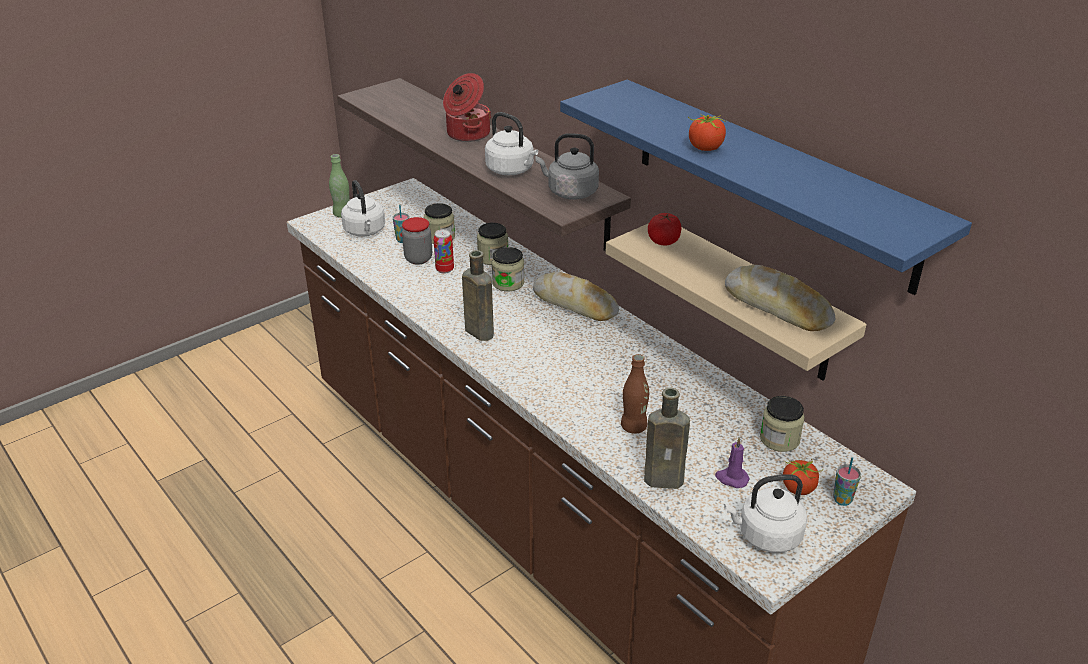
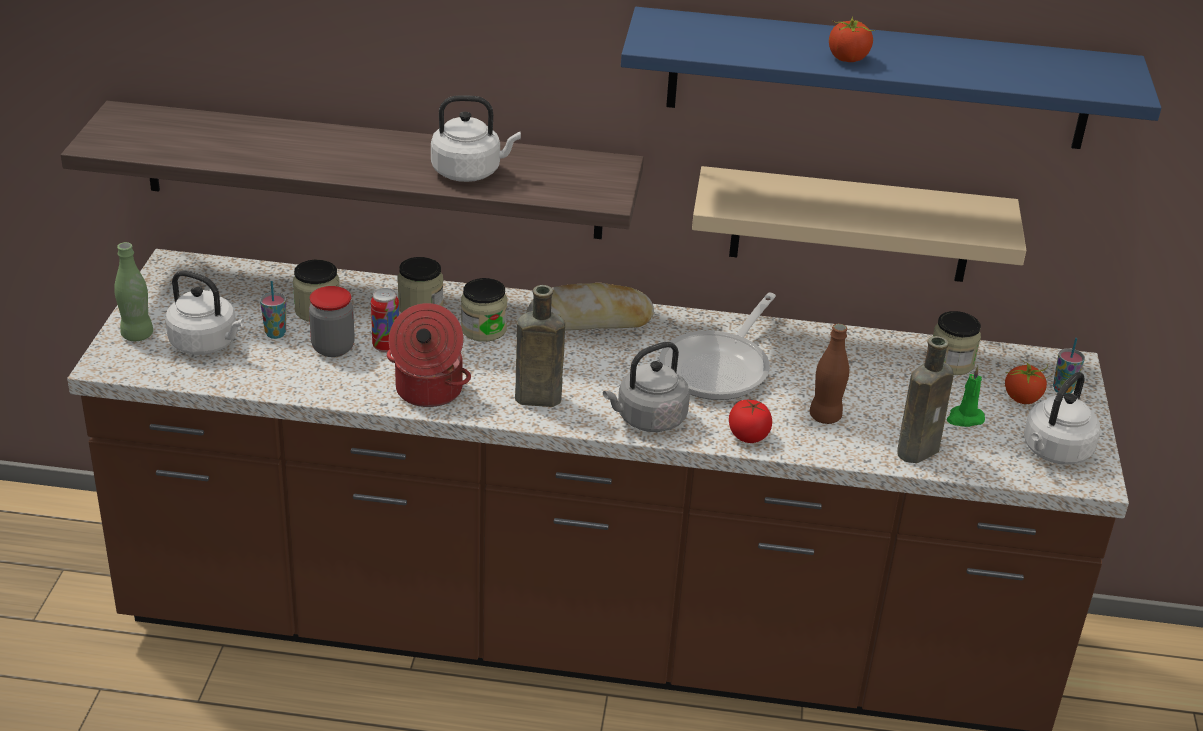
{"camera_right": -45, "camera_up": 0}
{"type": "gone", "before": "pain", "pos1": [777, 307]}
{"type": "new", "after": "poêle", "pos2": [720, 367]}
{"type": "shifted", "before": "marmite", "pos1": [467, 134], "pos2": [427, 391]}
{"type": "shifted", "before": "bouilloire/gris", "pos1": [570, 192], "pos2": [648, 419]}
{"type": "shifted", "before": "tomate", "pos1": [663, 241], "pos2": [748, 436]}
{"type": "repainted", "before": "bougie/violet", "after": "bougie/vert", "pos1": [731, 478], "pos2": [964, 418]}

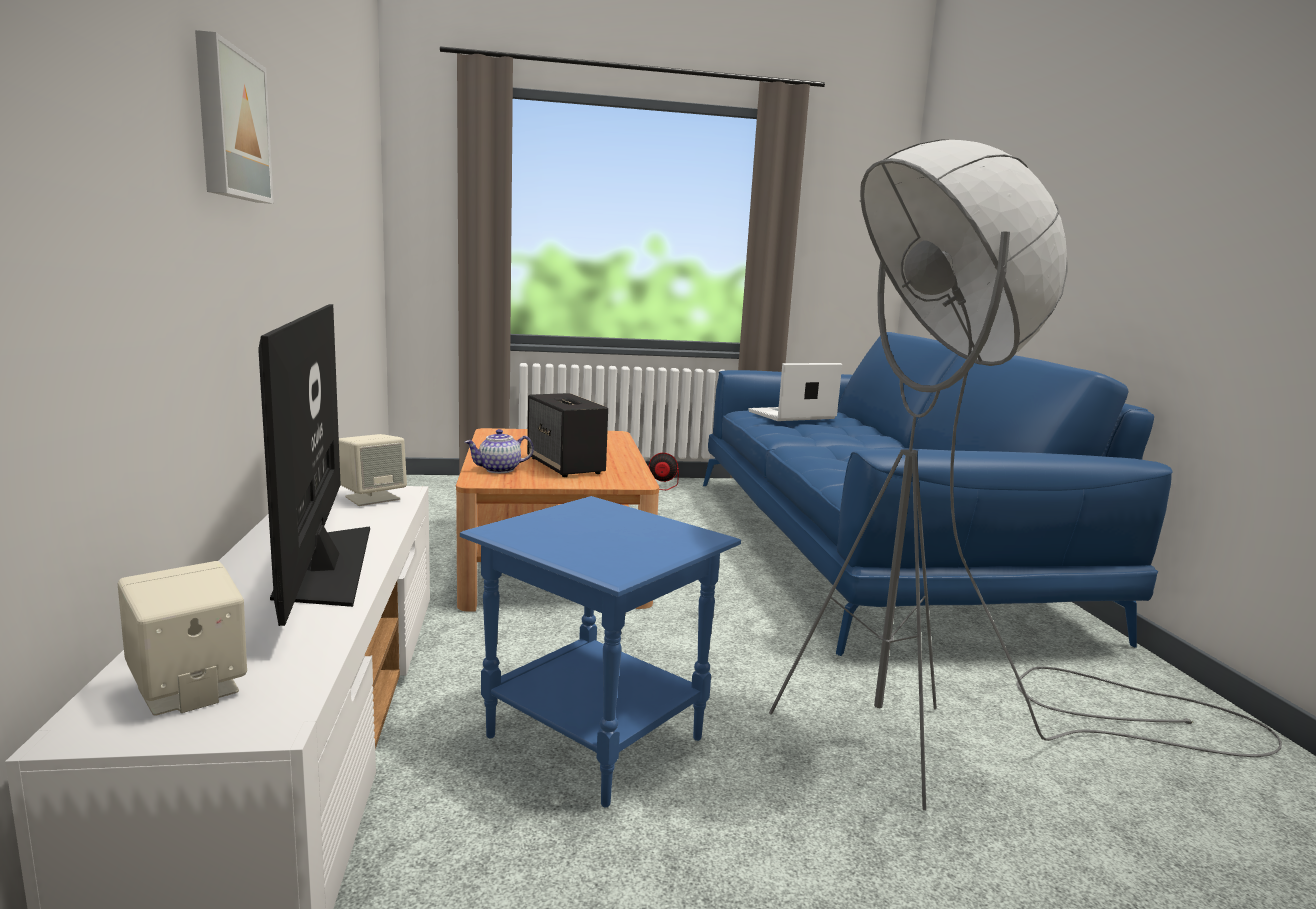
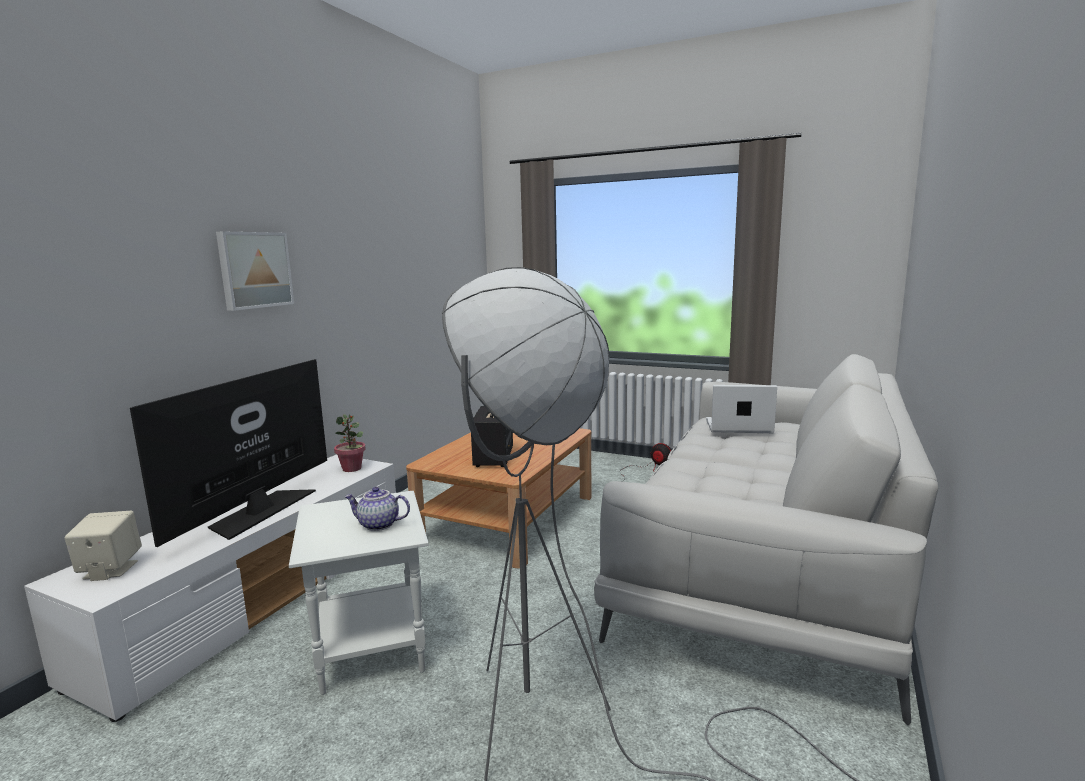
{"camera_right": 35, "camera_up": 0}
{"type": "shifted", "before": "théière", "pos1": [499, 470], "pos2": [378, 525]}
{"type": "swapped", "before": "enceinte/beige", "after": "plante en pot", "pos1": [372, 498], "pos2": [352, 468]}
{"type": "repainted", "before": "table d'appoint/bleu", "after": "table d'appoint/blanc", "pos1": [592, 737], "pos2": [371, 648]}
{"type": "repainted", "before": "canapé/bleu", "after": "canapé/blanc", "pos1": [869, 548], "pos2": [765, 555]}

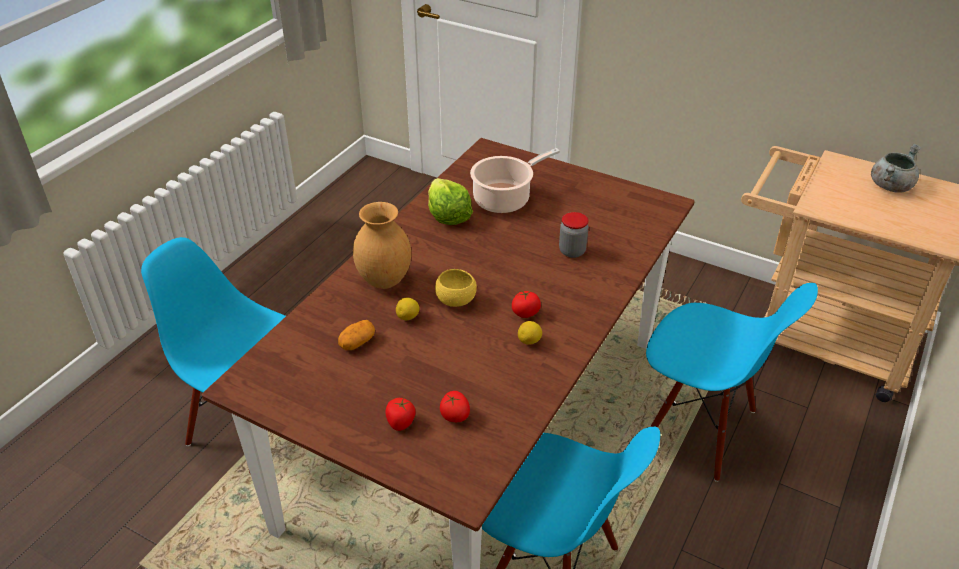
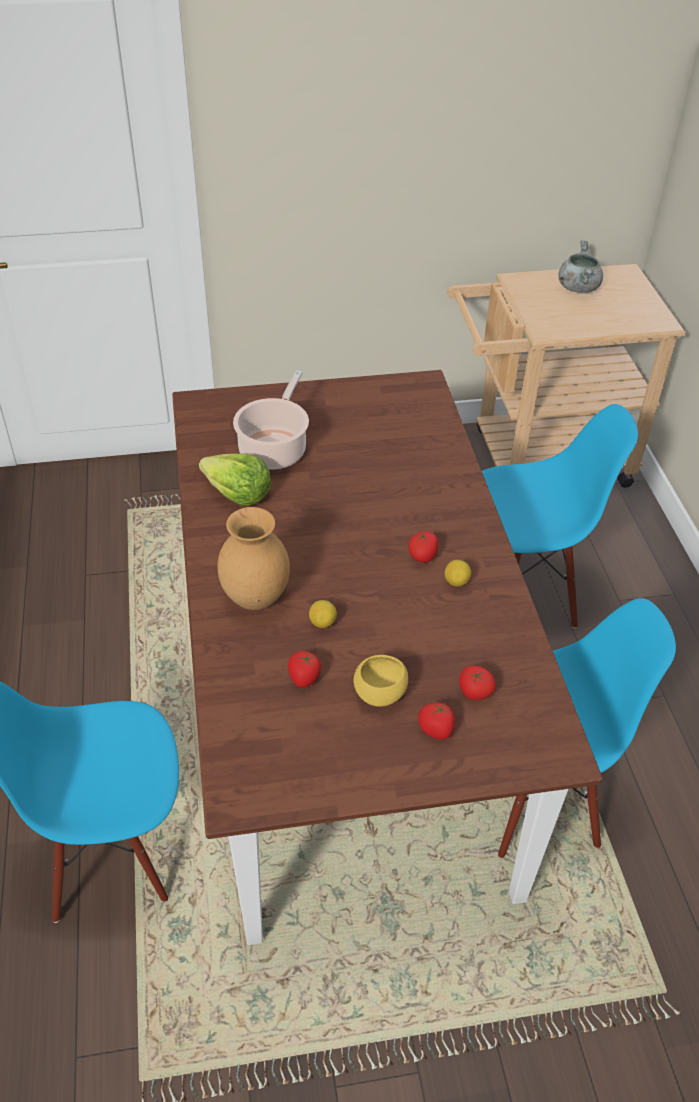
{"camera_right": -40, "camera_up": 5}
{"type": "gone", "before": "bocal", "pos1": [572, 251]}
{"type": "shifted", "before": "bol/jaune", "pos1": [456, 301], "pos2": [380, 694]}
{"type": "swapped", "before": "pomme de terre", "after": "tomate", "pos1": [357, 343], "pos2": [304, 678]}

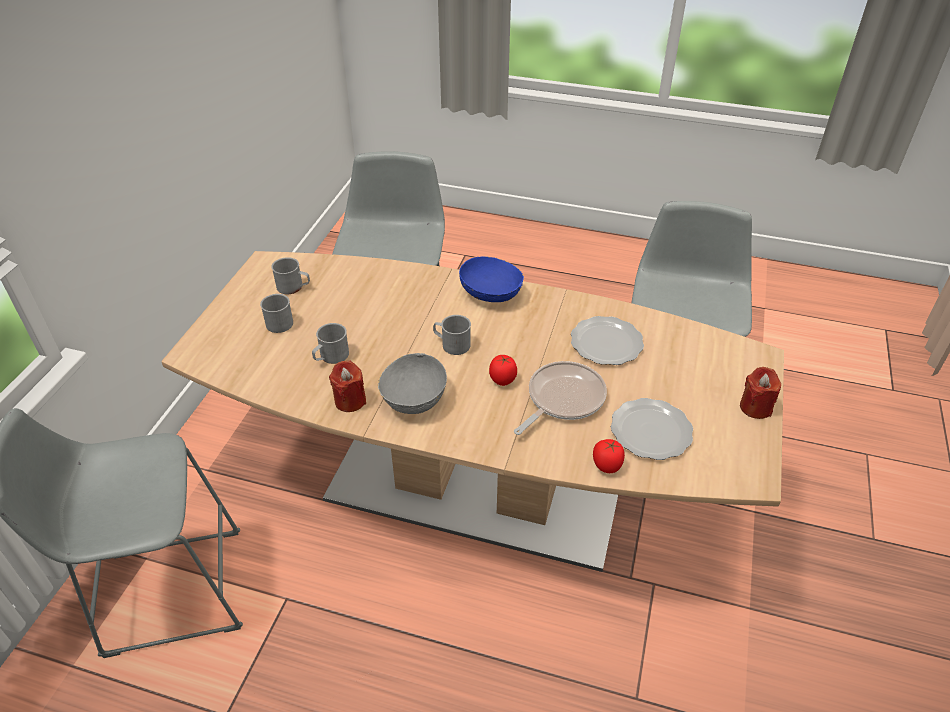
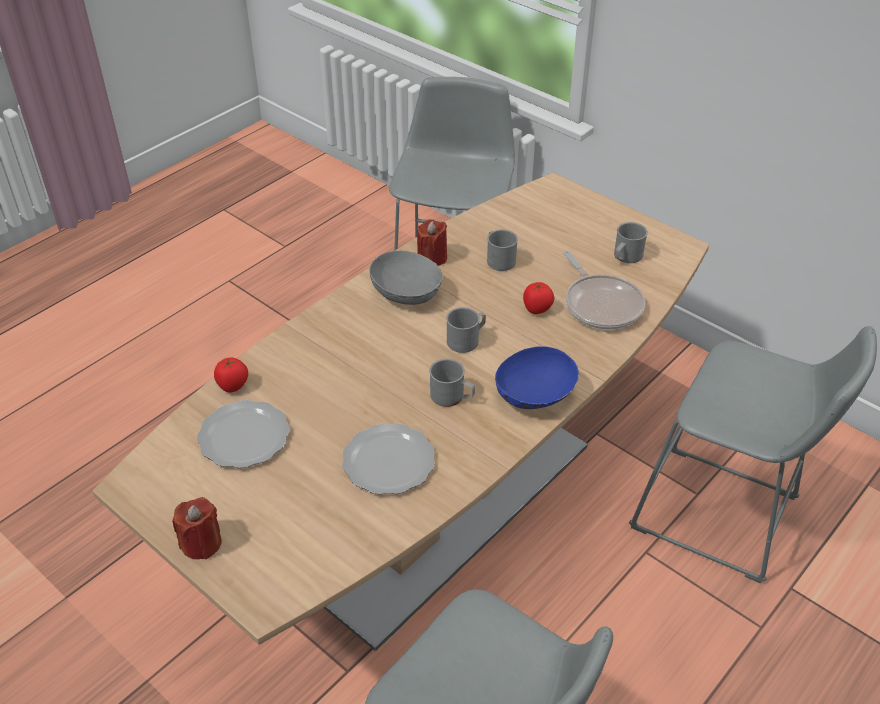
{"camera_right": 115, "camera_up": 0}
{"type": "shifted", "before": "mug/gris", "pos1": [280, 321], "pos2": [452, 397]}
{"type": "shifted", "before": "tomate", "pos1": [502, 380], "pos2": [537, 309]}
{"type": "shifted", "before": "poêle", "pos1": [562, 399], "pos2": [601, 304]}

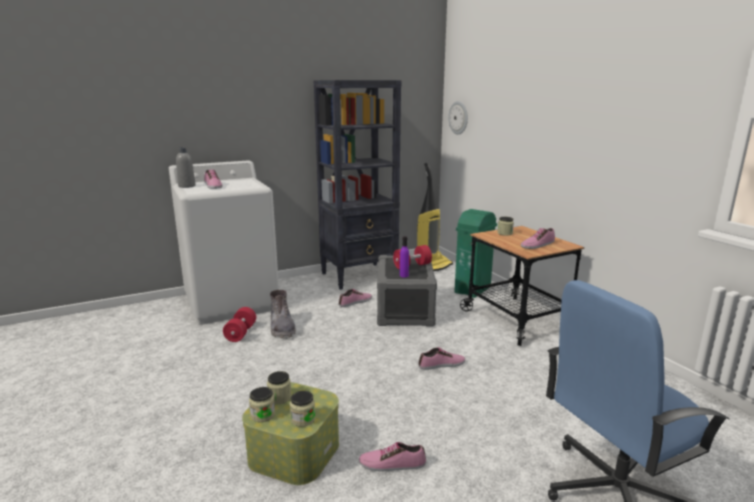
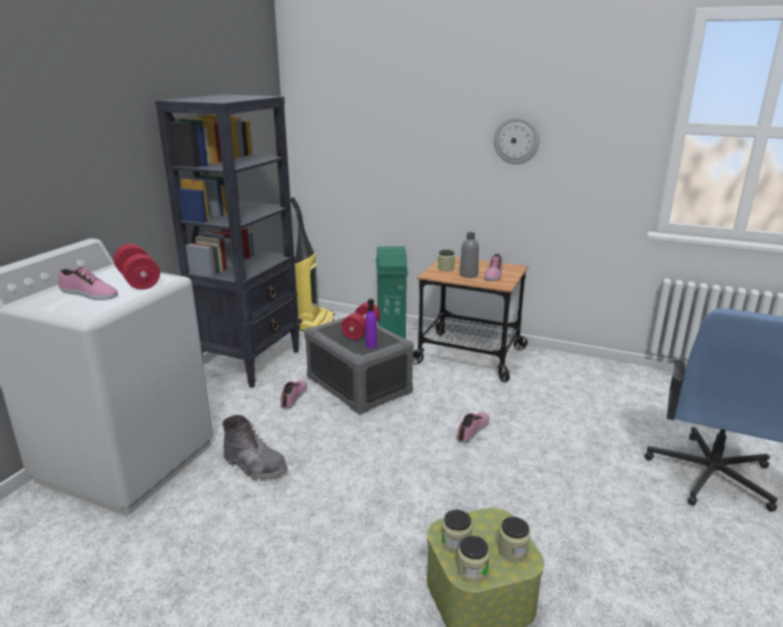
{"camera_right": -40, "camera_up": 5}
{"type": "gone", "before": "chaussure", "pos1": [392, 463]}
{"type": "shifted", "before": "bouteille/gris", "pos1": [187, 186], "pos2": [468, 275]}
{"type": "shifted", "before": "haltère/rouge", "pos1": [241, 333], "pos2": [139, 281]}
{"type": "shifted", "before": "horloge murale", "pos1": [458, 118], "pos2": [516, 140]}

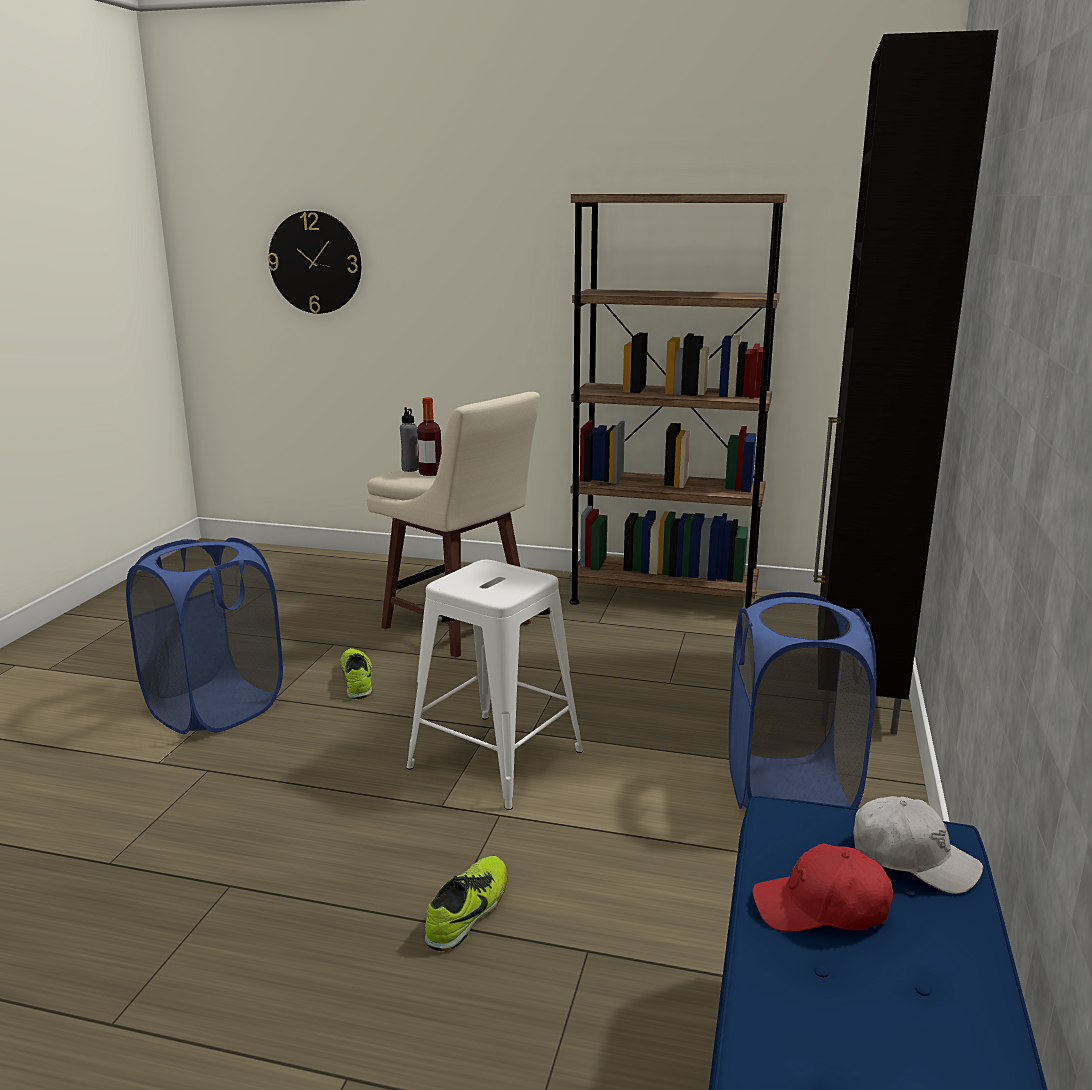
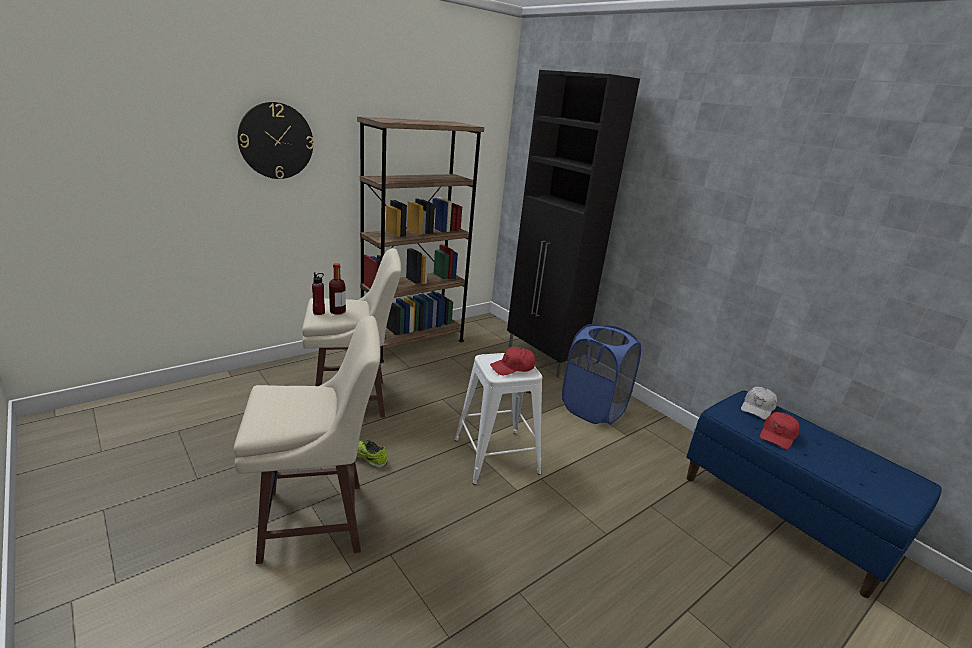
{"camera_right": -55, "camera_up": 5}
{"type": "gone", "before": "chaussure", "pos1": [469, 911]}
{"type": "new", "after": "casquette/rouge", "pos2": [512, 368]}
{"type": "shifted", "before": "horloge murale", "pos1": [315, 262], "pos2": [276, 141]}
{"type": "swapped", "before": "panier à linge/bleu", "after": "tabouret/beige", "pos1": [215, 709], "pos2": [317, 521]}
{"type": "repainted", "before": "bouteille/gris", "after": "bouteille/rouge", "pos1": [410, 469], "pos2": [319, 312]}
{"type": "rotated", "before": "casquette/blanc", "pos1": [912, 859], "pos2": [757, 408], "turn": 150}

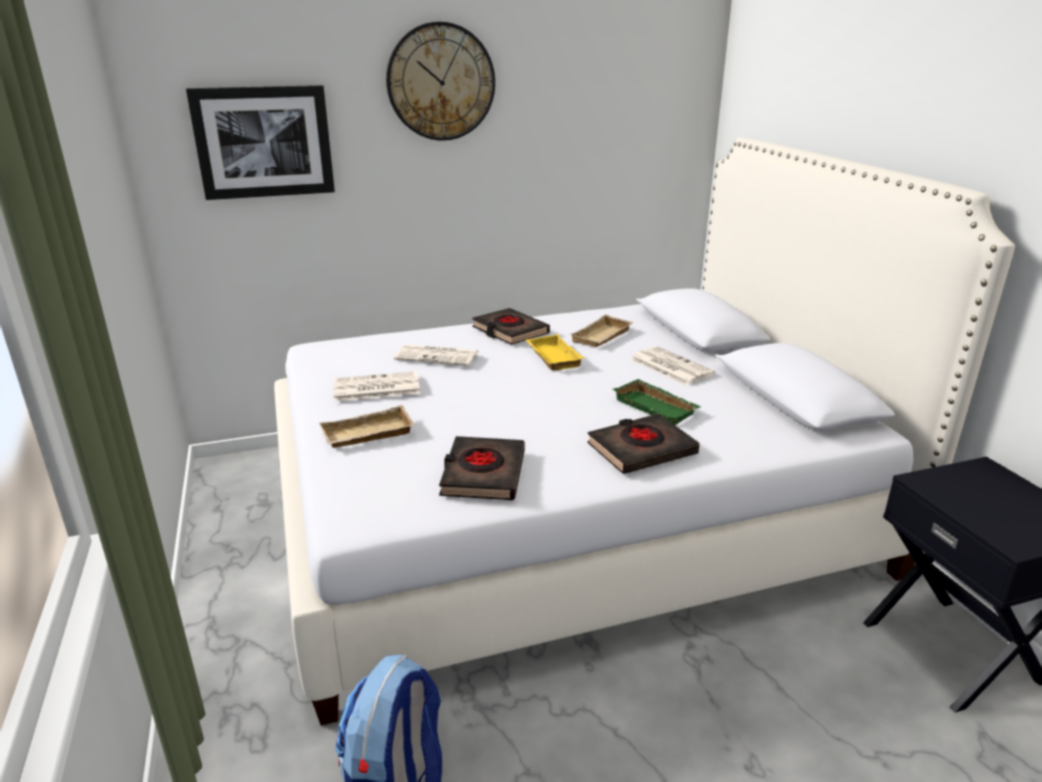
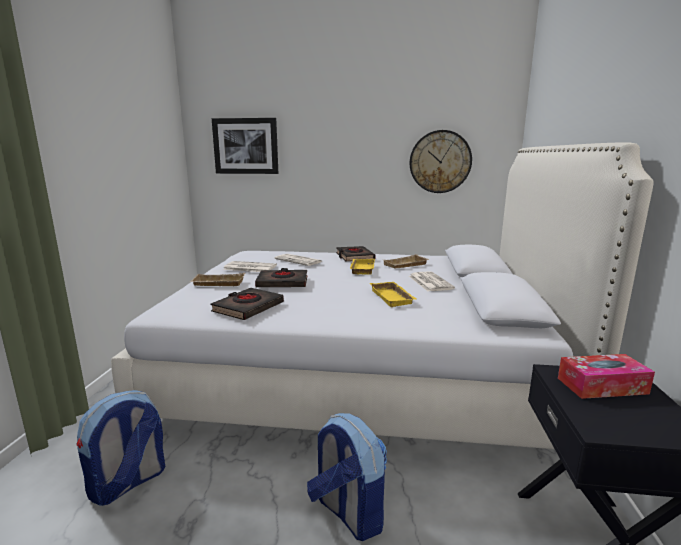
{"camera_right": 25, "camera_up": -10}
{"type": "new", "after": "sac à dos", "pos2": [348, 512]}
{"type": "new", "after": "boîte à mouchoirs", "pos2": [602, 386]}
{"type": "shifted", "before": "horloge murale", "pos1": [441, 82], "pos2": [440, 162]}
{"type": "shifted", "before": "livre/noir", "pos1": [641, 450], "pos2": [282, 282]}
{"type": "repainted", "before": "plateau/vert", "after": "plateau/jaune", "pos1": [657, 407], "pos2": [393, 297]}

